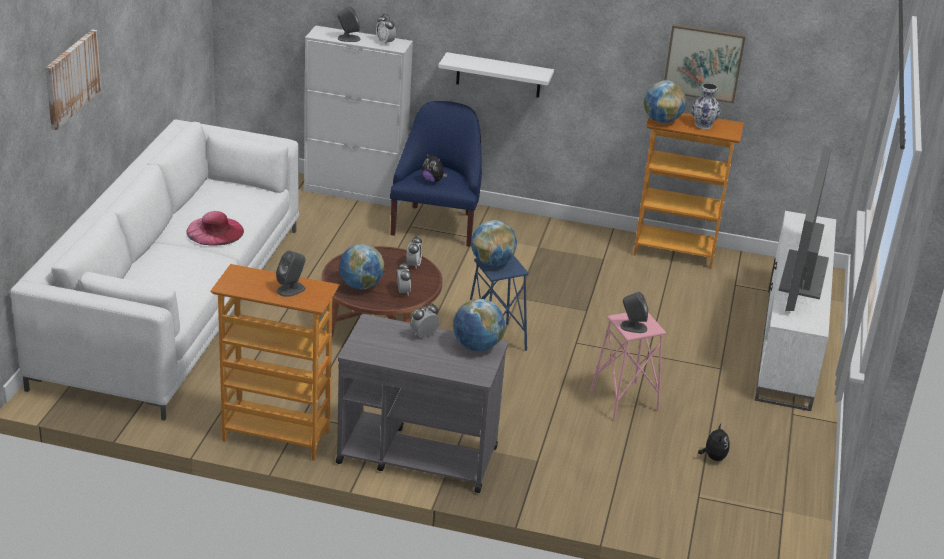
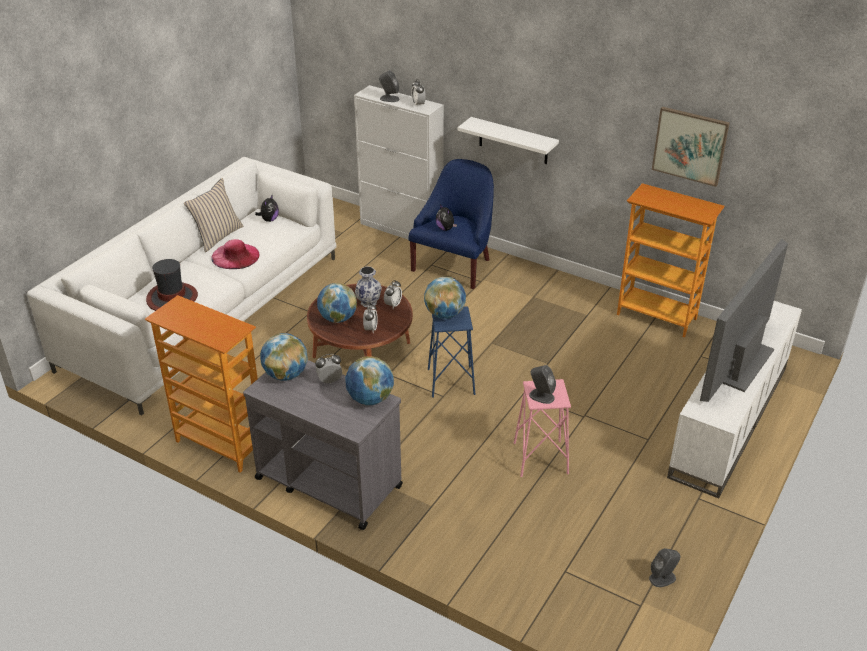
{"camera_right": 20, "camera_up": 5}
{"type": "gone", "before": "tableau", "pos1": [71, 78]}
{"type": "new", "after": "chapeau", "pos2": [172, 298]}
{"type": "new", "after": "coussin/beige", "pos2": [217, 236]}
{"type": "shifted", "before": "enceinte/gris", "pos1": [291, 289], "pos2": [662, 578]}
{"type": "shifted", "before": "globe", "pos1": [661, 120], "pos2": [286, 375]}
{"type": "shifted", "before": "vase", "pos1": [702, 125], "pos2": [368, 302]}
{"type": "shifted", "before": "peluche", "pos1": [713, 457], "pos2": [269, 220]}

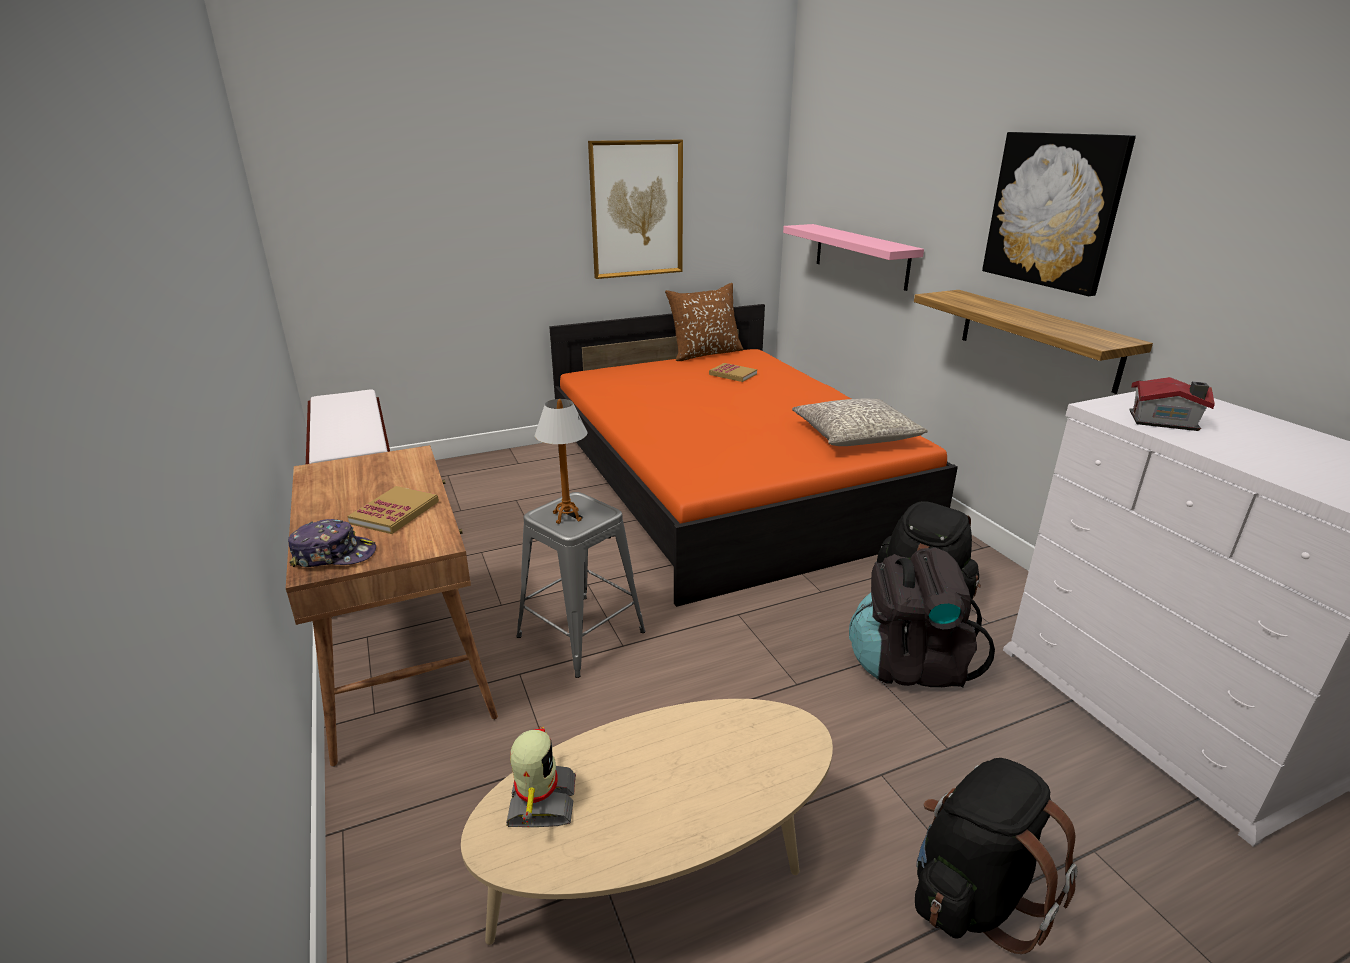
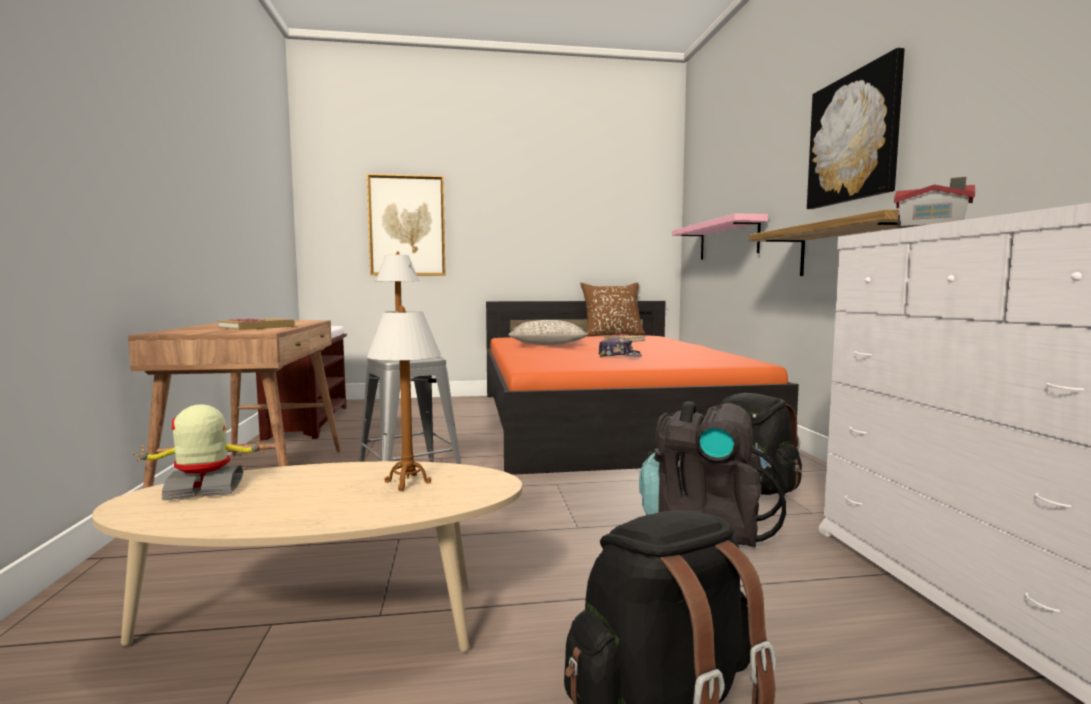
{"camera_right": 15, "camera_up": -20}
{"type": "new", "after": "lampe de table", "pos2": [408, 482]}
{"type": "shifted", "before": "casquette", "pos1": [334, 555], "pos2": [619, 356]}
{"type": "shifted", "before": "tableau", "pos1": [636, 209], "pos2": [407, 226]}
{"type": "shifted", "before": "coussin/gris", "pos1": [855, 435], "pos2": [548, 344]}
{"type": "rotated", "before": "robot jouet", "pos1": [540, 802], "pos2": [205, 489], "turn": -120}

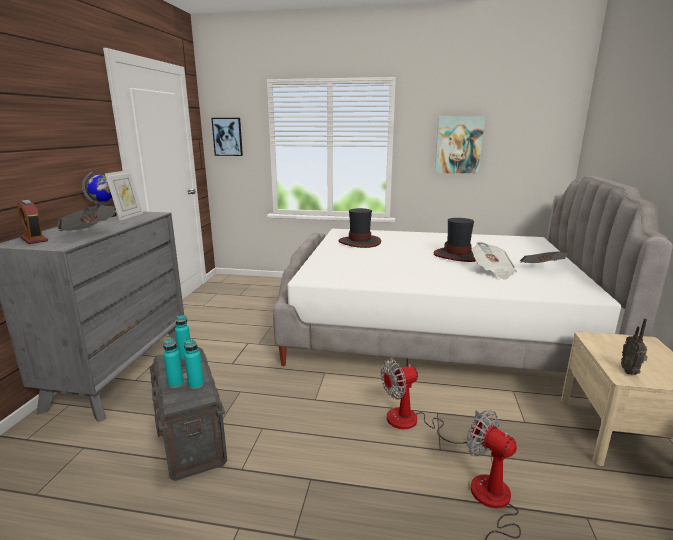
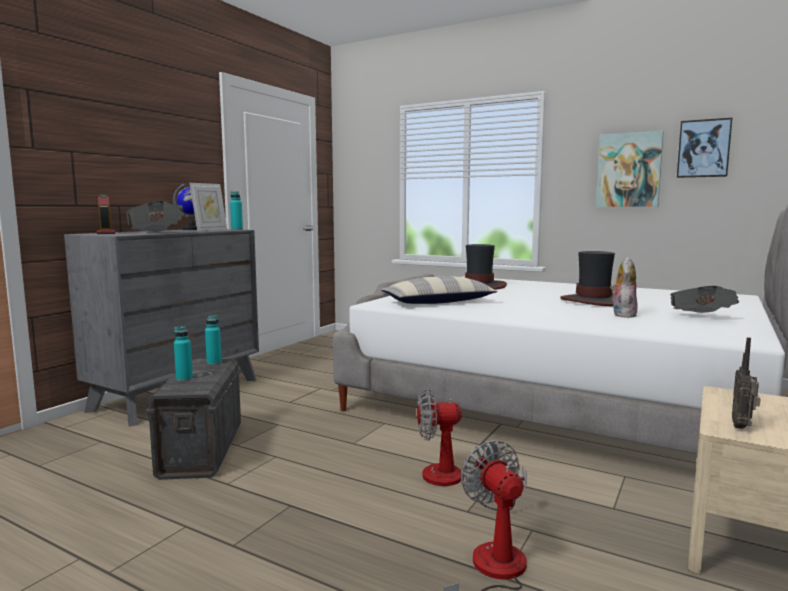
{"camera_right": 20, "camera_up": -10}
{"type": "new", "after": "coussin", "pos2": [438, 303]}
{"type": "shifted", "before": "bouteille/turquoise", "pos1": [196, 384], "pos2": [237, 229]}
{"type": "shifted", "before": "tableau", "pos1": [227, 137], "pos2": [703, 148]}
{"type": "swapped", "before": "journal", "after": "peluche", "pos1": [492, 272], "pos2": [622, 315]}

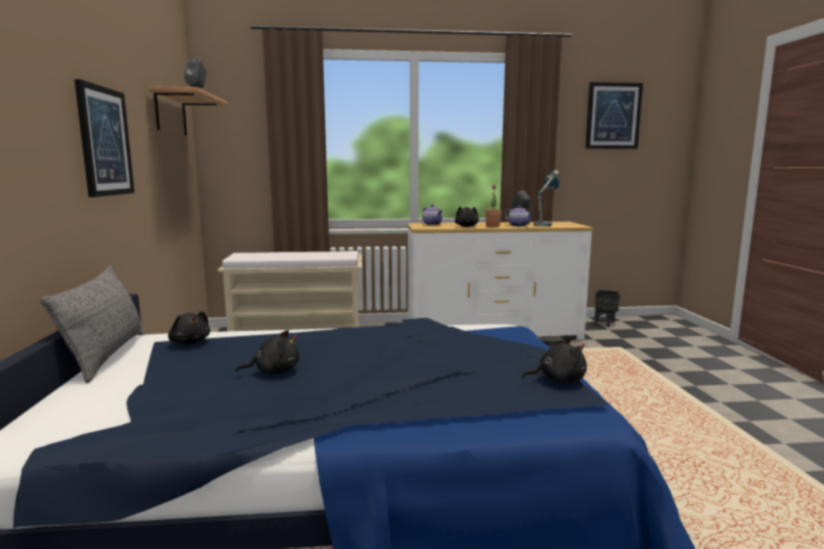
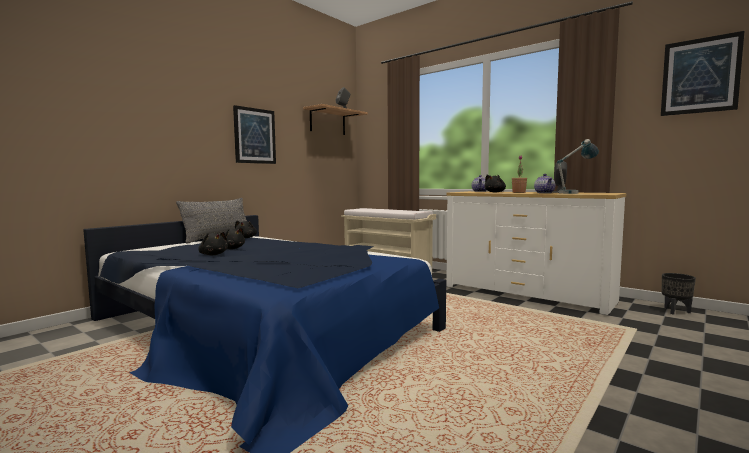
{"camera_right": 45, "camera_up": -5}
{"type": "shifted", "before": "peluche/noir", "pos1": [558, 380], "pos2": [213, 255]}

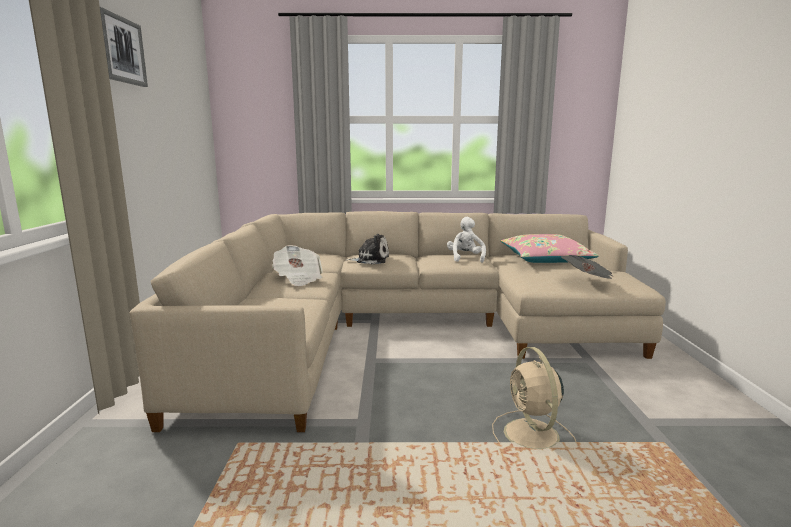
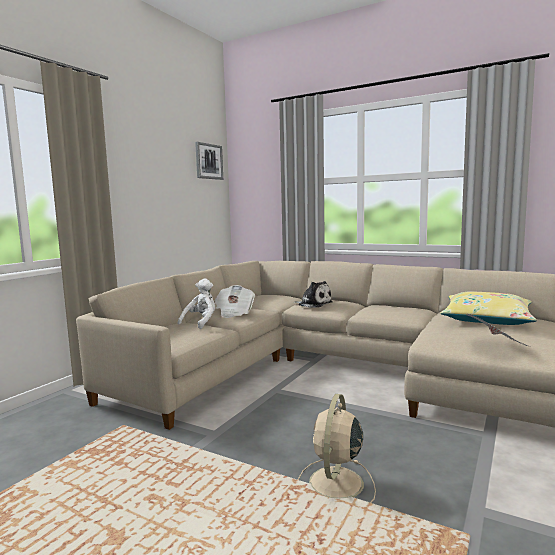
{"camera_right": 30, "camera_up": -5}
{"type": "shifted", "before": "tableau", "pos1": [121, 50], "pos2": [208, 161]}
{"type": "shifted", "before": "peluche/blanc", "pos1": [465, 258], "pos2": [201, 322]}
{"type": "repainted", "before": "coussin/rose", "after": "coussin/jaune", "pos1": [545, 259], "pos2": [486, 319]}

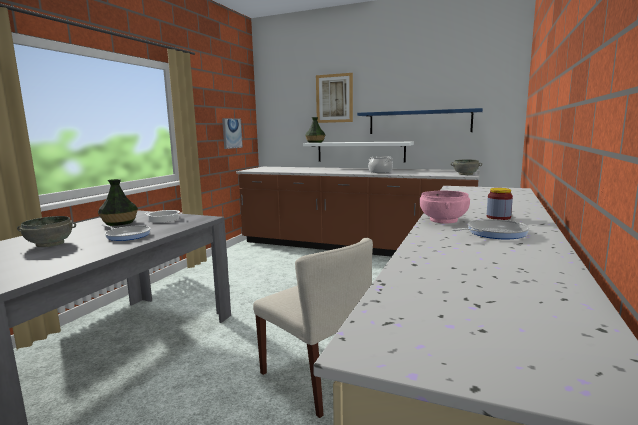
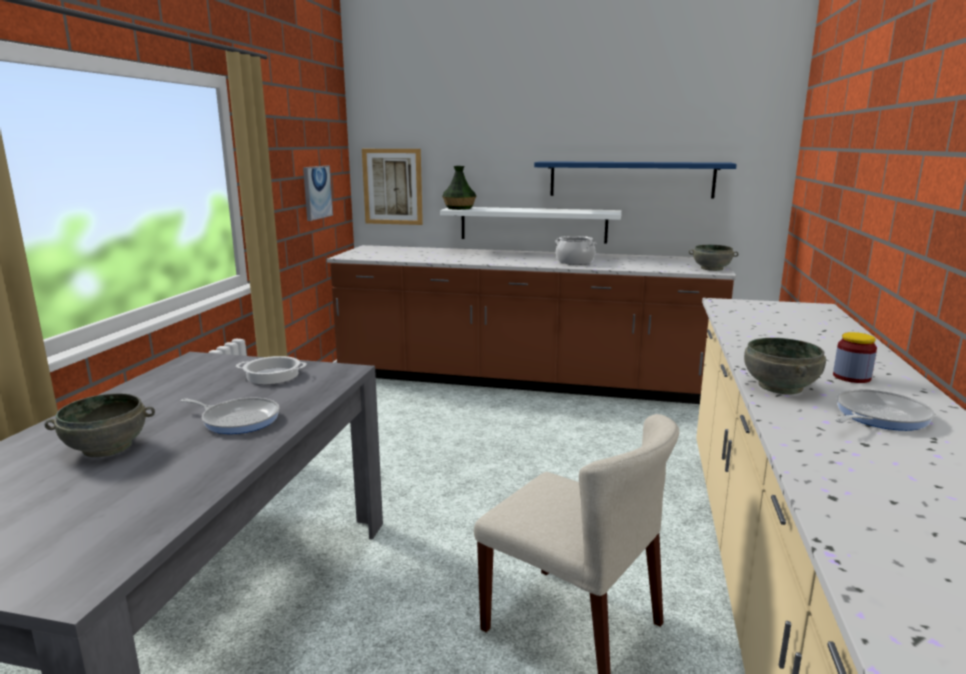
{"camera_right": -10, "camera_up": 5}
{"type": "gone", "before": "vase", "pos1": [119, 223]}
{"type": "shifted", "before": "tableau", "pos1": [334, 98], "pos2": [392, 186]}
{"type": "repainted", "before": "bol/rose", "after": "bol/gris", "pos1": [444, 220], "pos2": [781, 387]}

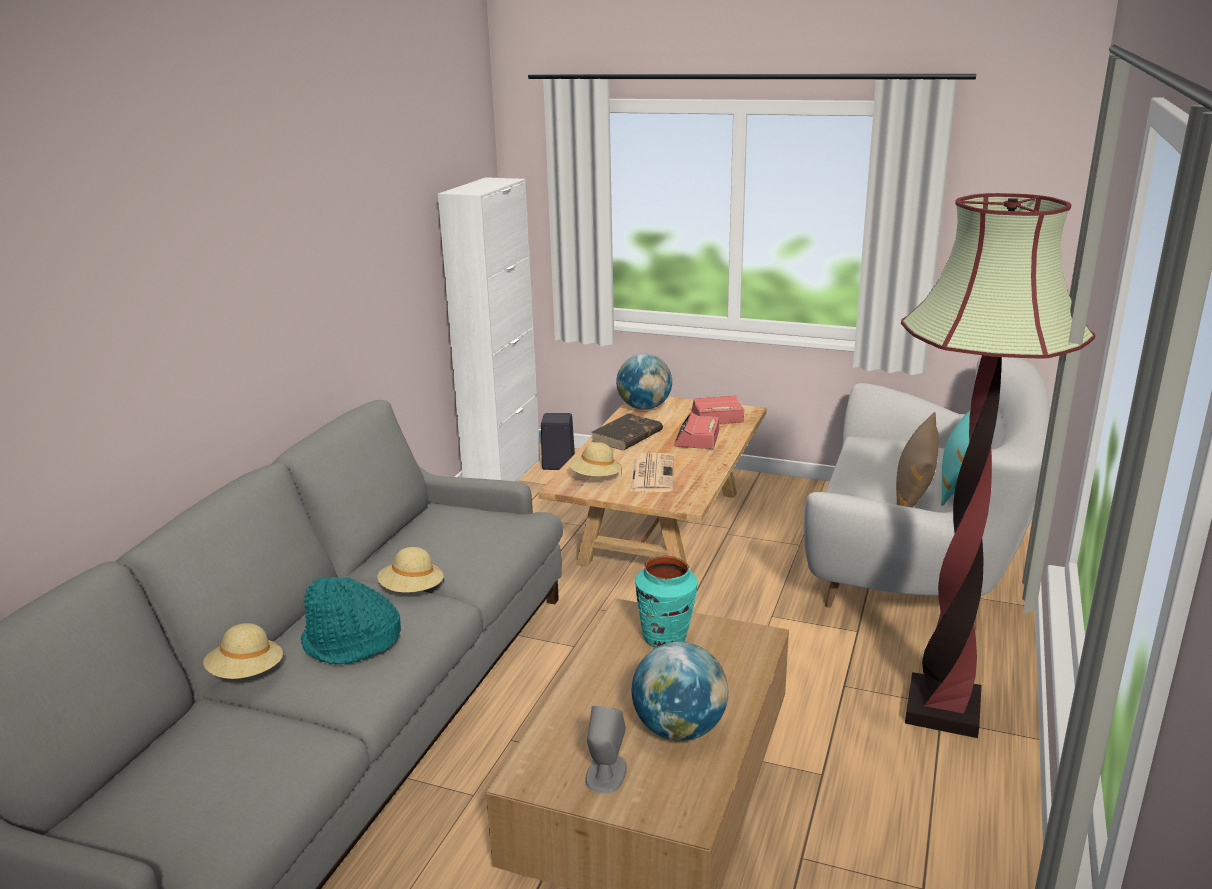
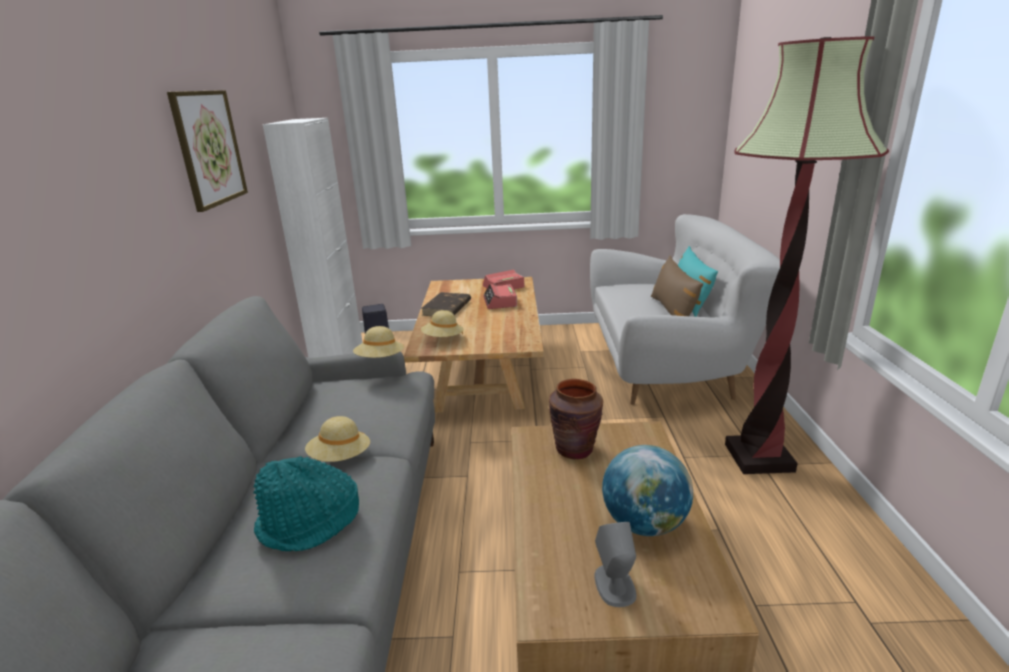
{"camera_right": -20, "camera_up": 0}
{"type": "gone", "before": "globe", "pos1": [644, 408]}
{"type": "gone", "before": "journal", "pos1": [651, 473]}
{"type": "new", "after": "tableau", "pos2": [208, 148]}
{"type": "shifted", "before": "chapeau/beige", "pos1": [246, 673], "pos2": [380, 360]}
{"type": "repainted", "before": "vase/turquoise", "after": "vase/marron", "pos1": [665, 638], "pos2": [575, 449]}

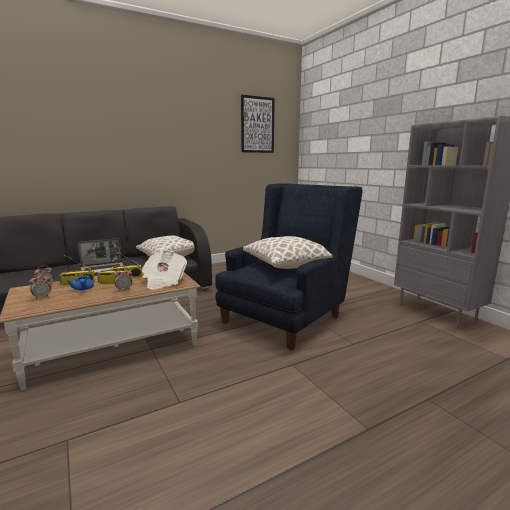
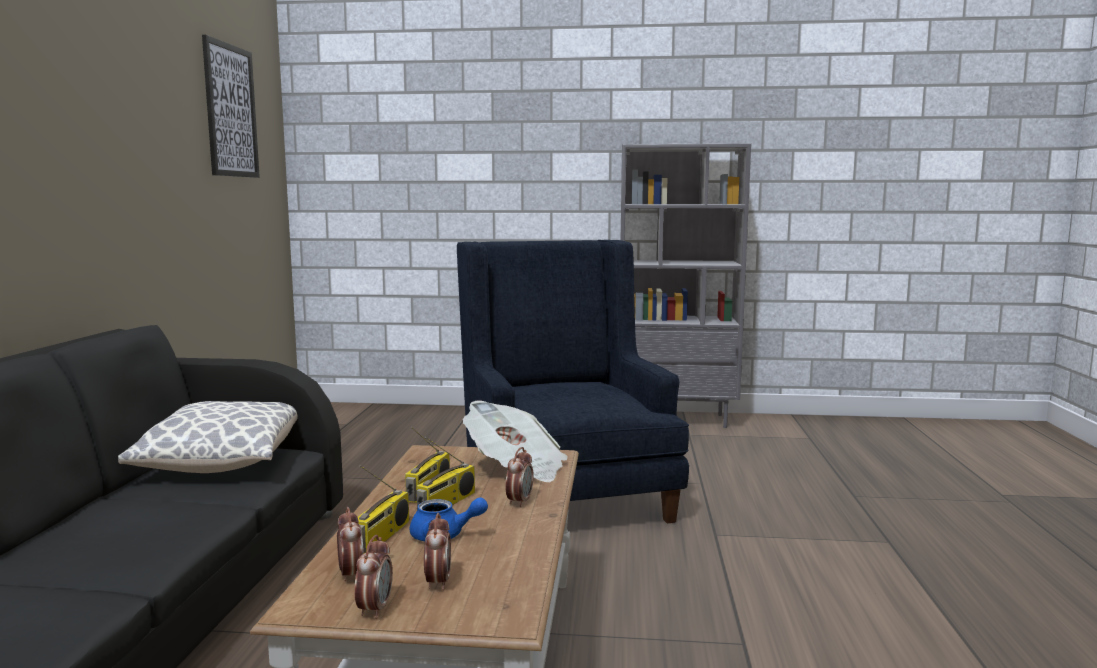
{"camera_right": -55, "camera_up": -5}
{"type": "gone", "before": "ordinateur portable", "pos1": [103, 269]}
{"type": "gone", "before": "coussin", "pos1": [285, 265]}
{"type": "new", "after": "réveil", "pos2": [374, 609]}

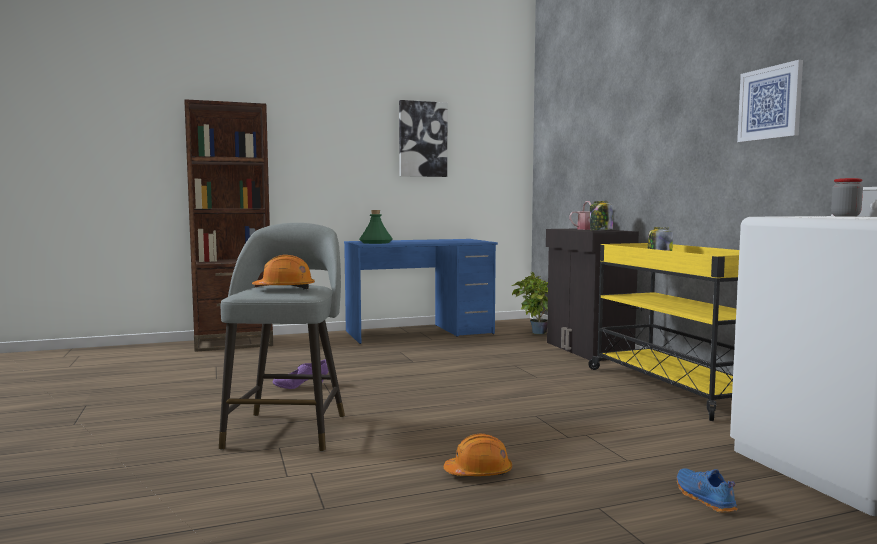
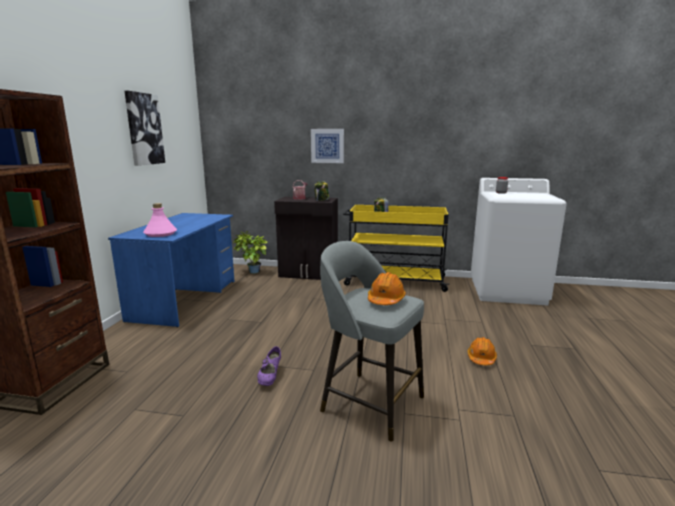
{"camera_right": -60, "camera_up": 10}
{"type": "gone", "before": "chaussure/bleu", "pos1": [703, 498]}
{"type": "shifted", "before": "tableau", "pos1": [770, 103], "pos2": [327, 146]}
{"type": "repainted", "before": "bouteille/vert", "after": "bouteille/rose", "pos1": [375, 242], "pos2": [160, 234]}

